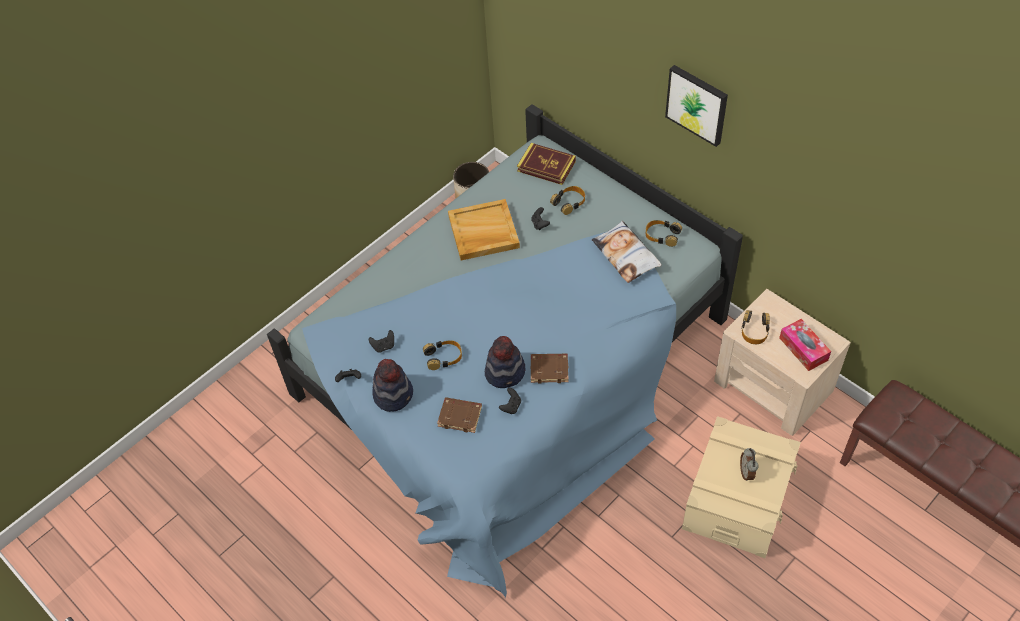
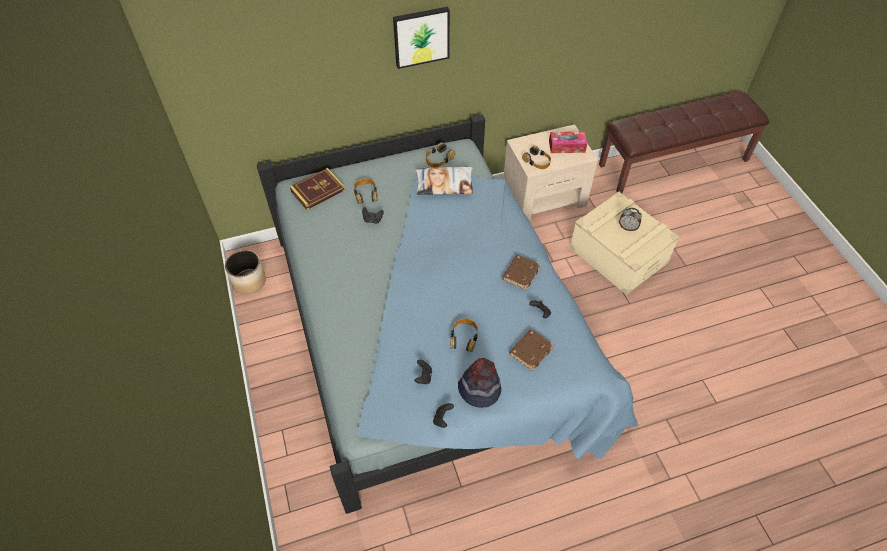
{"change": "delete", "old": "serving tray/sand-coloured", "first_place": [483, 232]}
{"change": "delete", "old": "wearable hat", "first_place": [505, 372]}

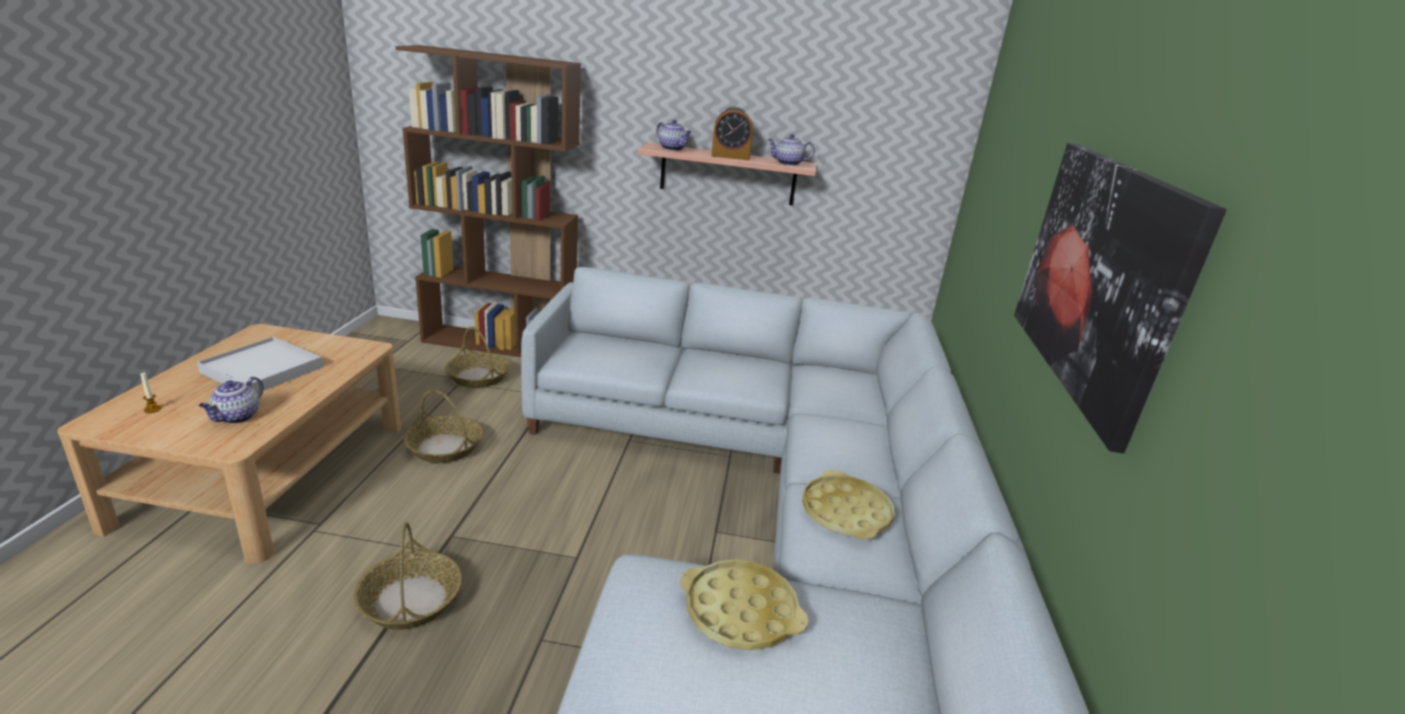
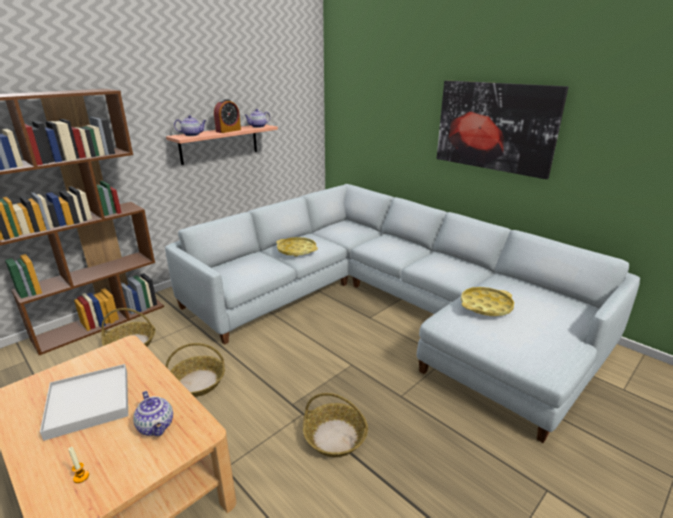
{"change": "move", "old": "serving tray/yellow-coloured", "first_place": [845, 513], "second_place": [296, 250]}

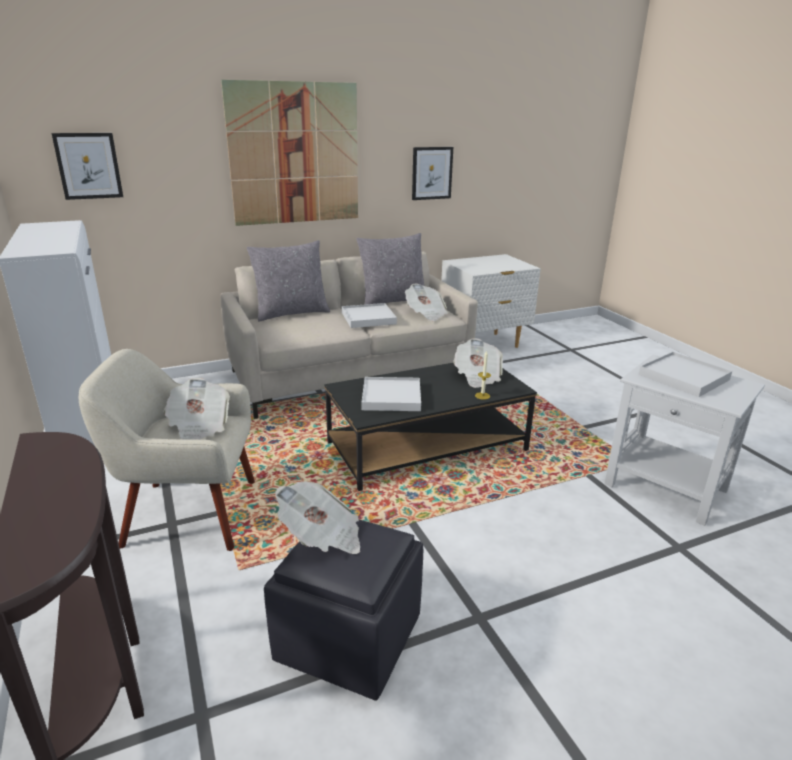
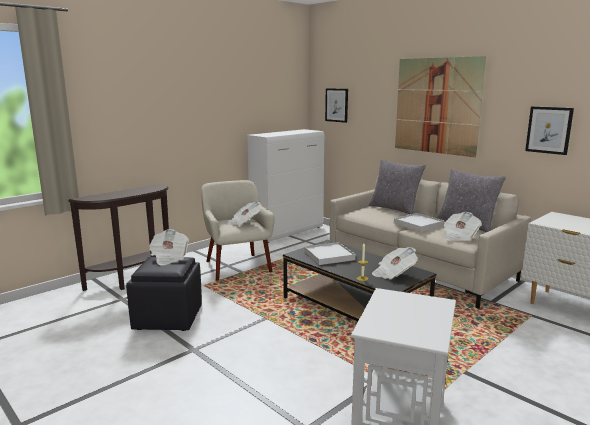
{"change": "delete", "old": "serving tray/white", "first_place": [684, 377]}

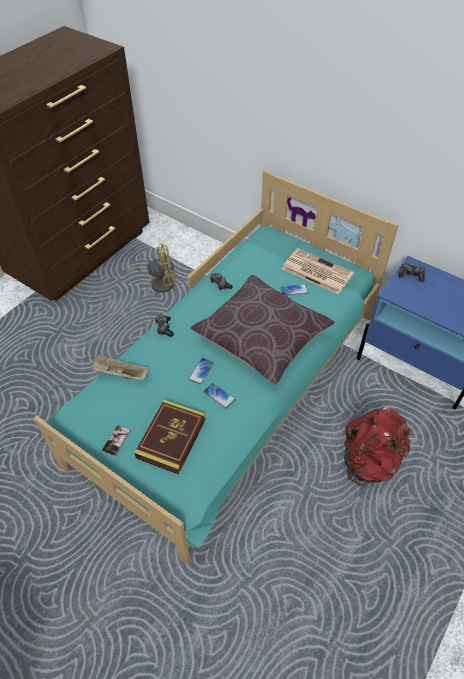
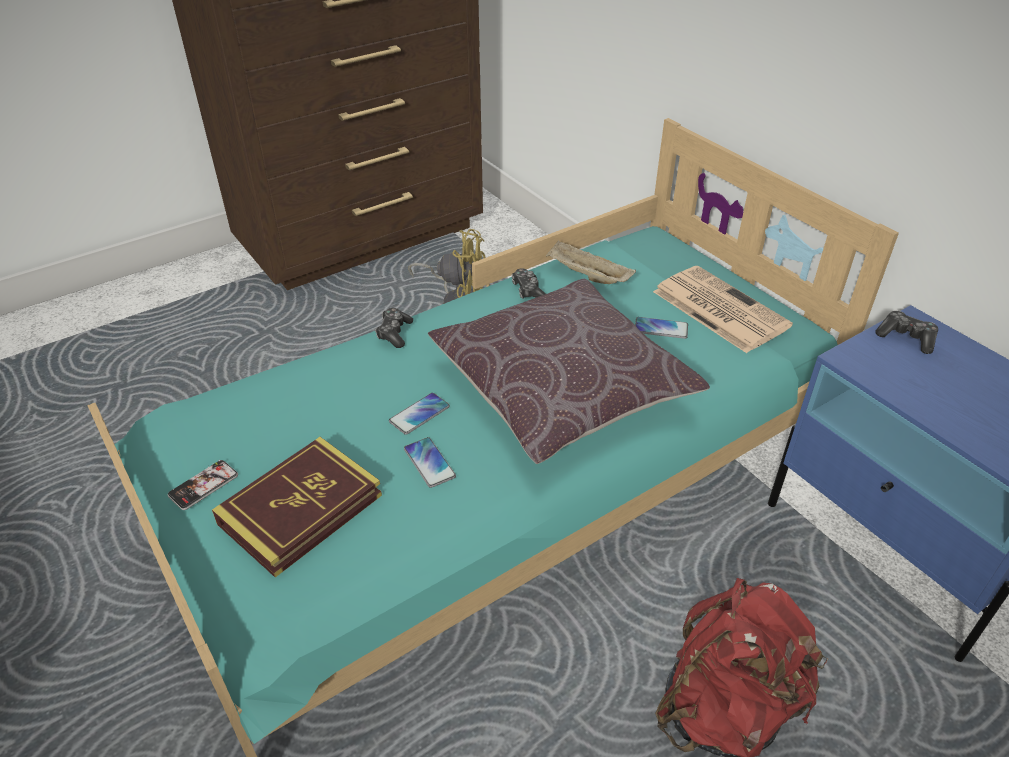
{"change": "move", "old": "serving tray/sand-coloured", "first_place": [120, 374], "second_place": [587, 276]}

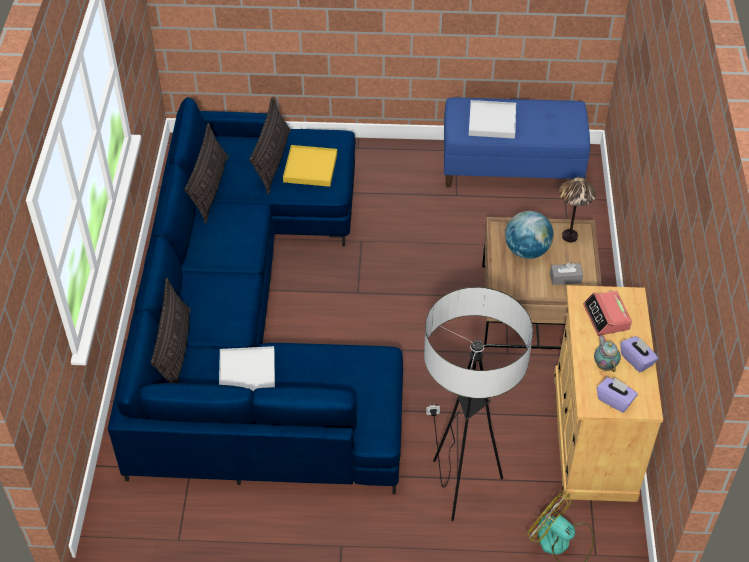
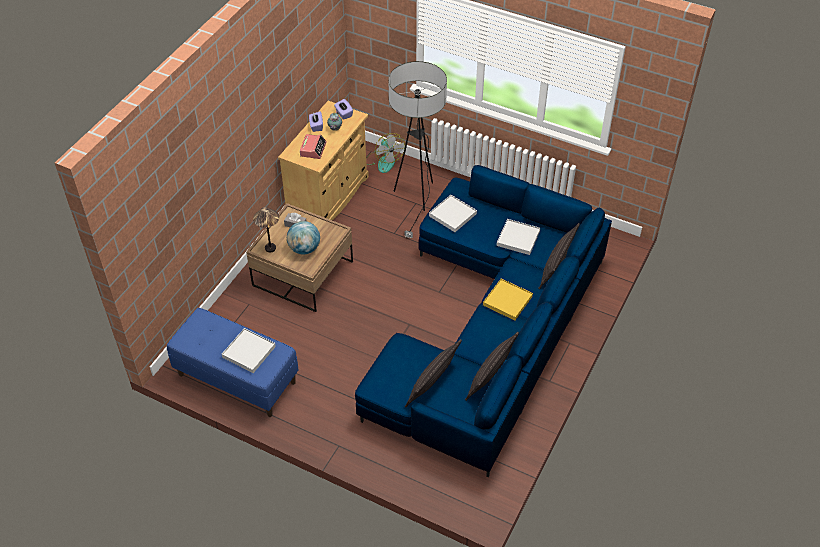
{"change": "insert", "new": "serving tray/white", "second_place": [452, 215]}
{"change": "move", "old": "serving tray/yellow-coloured", "first_place": [310, 168], "second_place": [507, 300]}

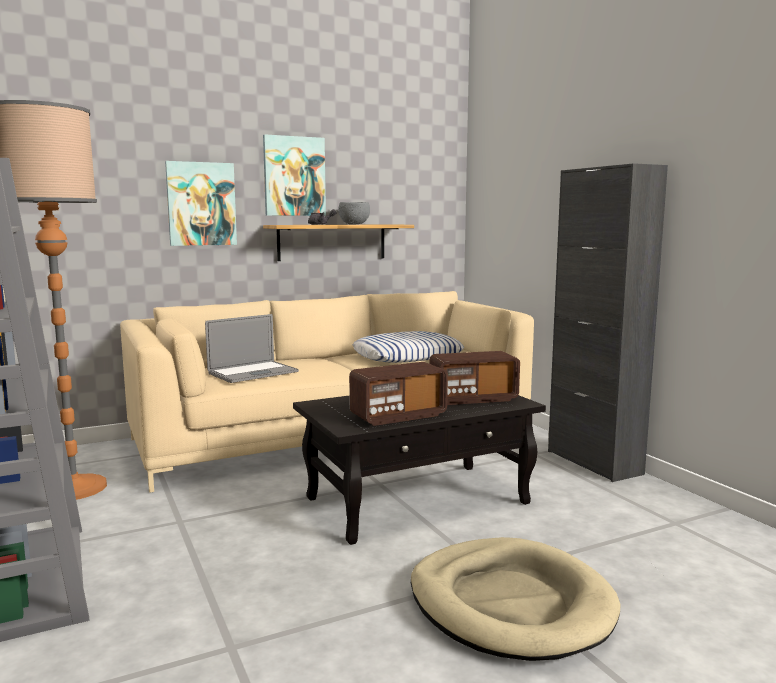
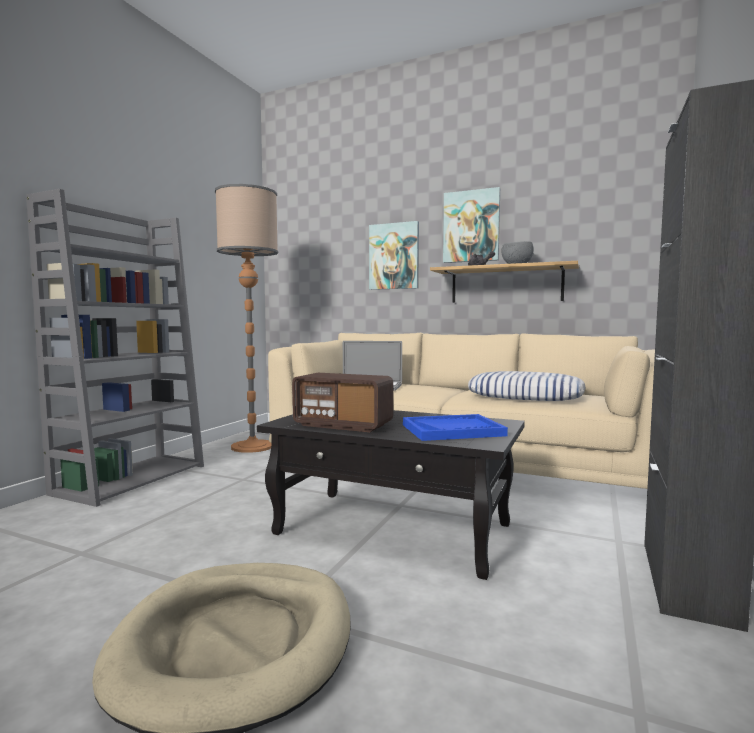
{"change": "replace", "old": "radio", "new": "serving tray/bluish", "first_place": [473, 399], "second_place": [452, 430]}

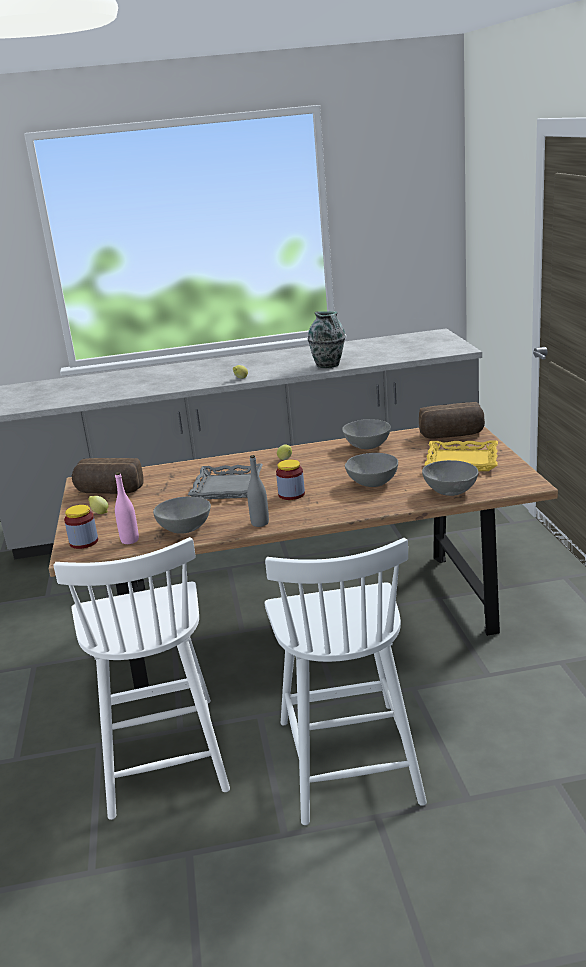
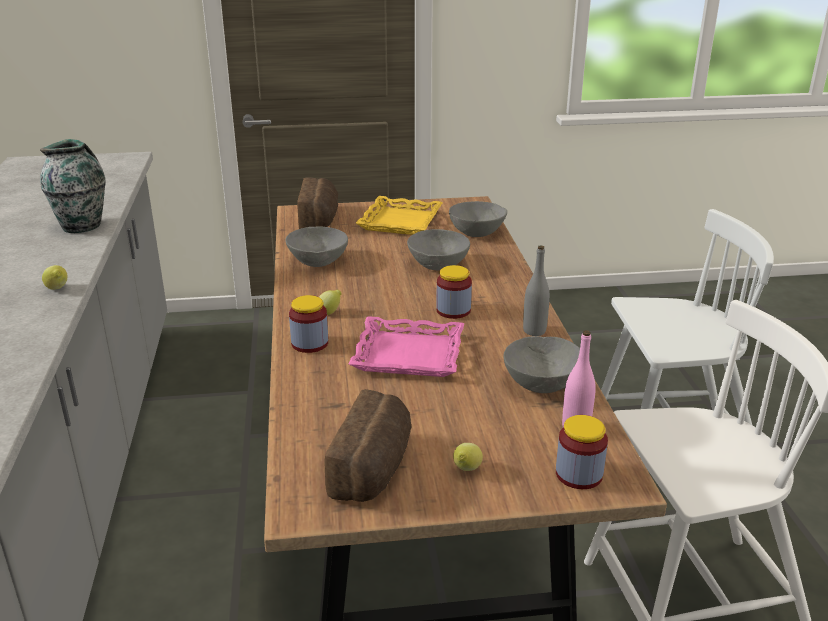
{"change": "insert", "new": "preserve jar", "second_place": [310, 343]}
{"change": "recolor", "old": "serving tray/greyish", "new": "serving tray/pink", "first_place": [226, 487], "second_place": [408, 355]}

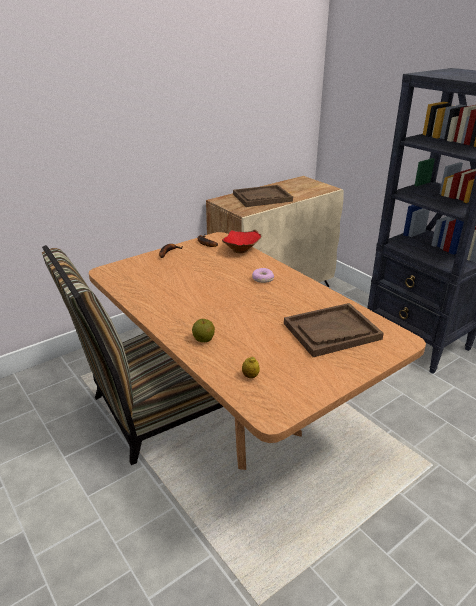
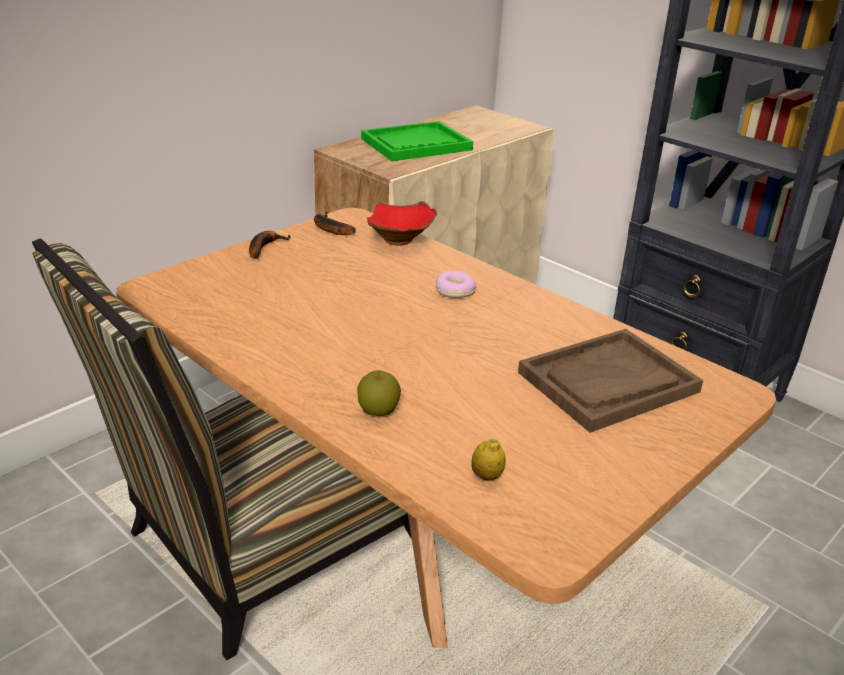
{"change": "recolor", "old": "serving tray/brownish", "new": "serving tray/greenish", "first_place": [262, 198], "second_place": [416, 144]}

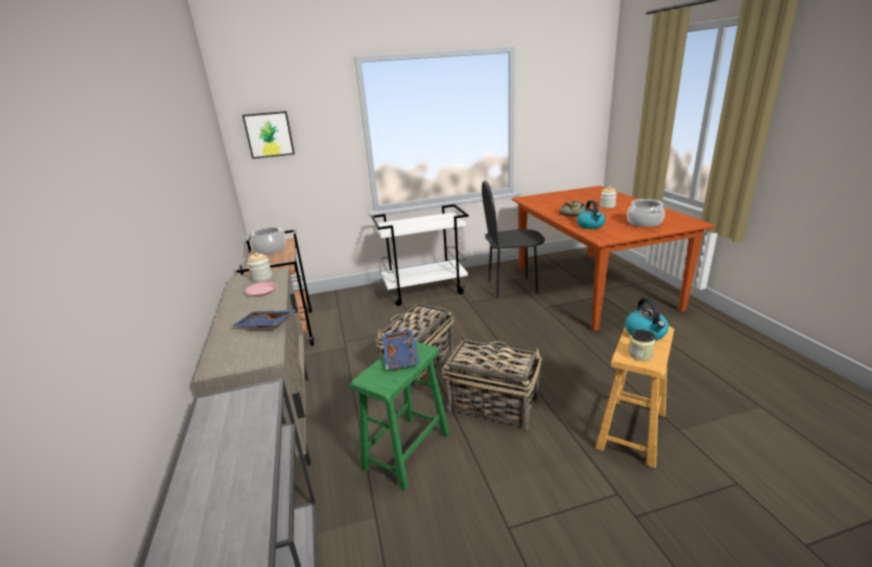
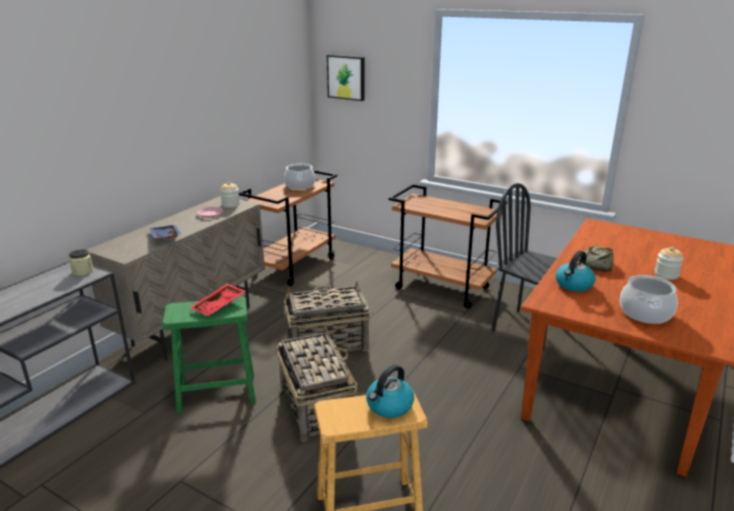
{"change": "move", "old": "preserve jar", "first_place": [640, 355], "second_place": [83, 271]}
{"change": "recolor", "old": "serving tray/bluish", "new": "serving tray/reddish", "first_place": [401, 355], "second_place": [219, 306]}
{"change": "recolor", "old": "cart/white", "new": "cart/brownish", "first_place": [425, 291], "second_place": [443, 288]}

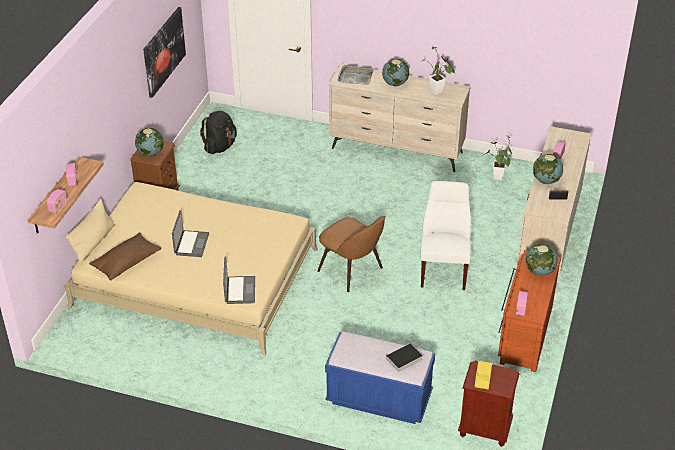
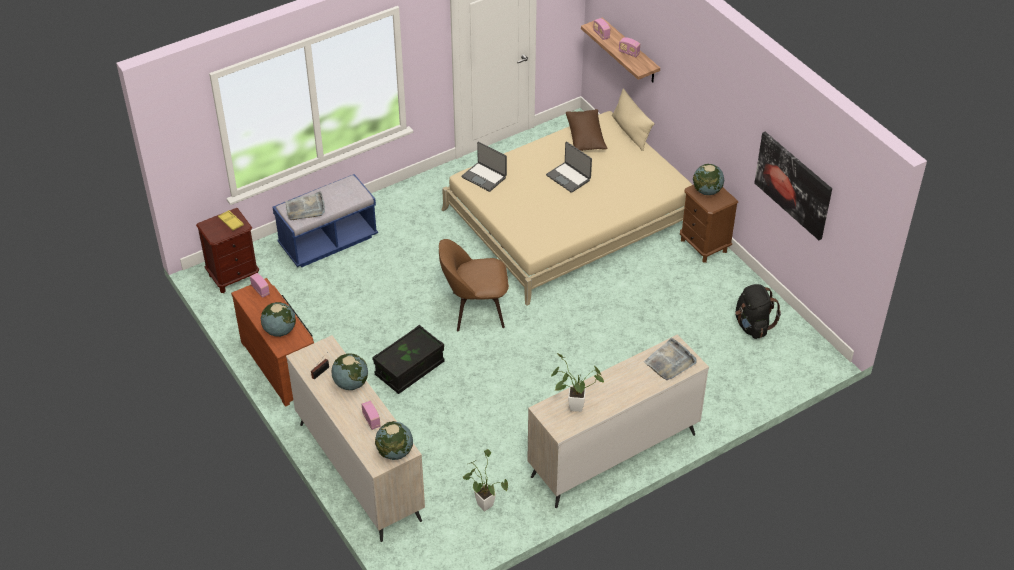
{"change": "replace", "old": "volume", "new": "serving tray/greyish", "first_place": [403, 360], "second_place": [305, 208]}
{"change": "replace", "old": "upright chair/white", "new": "storage bin/blackish", "first_place": [443, 269], "second_place": [409, 369]}
{"change": "move", "old": "desk globe", "first_place": [395, 83], "second_place": [395, 452]}

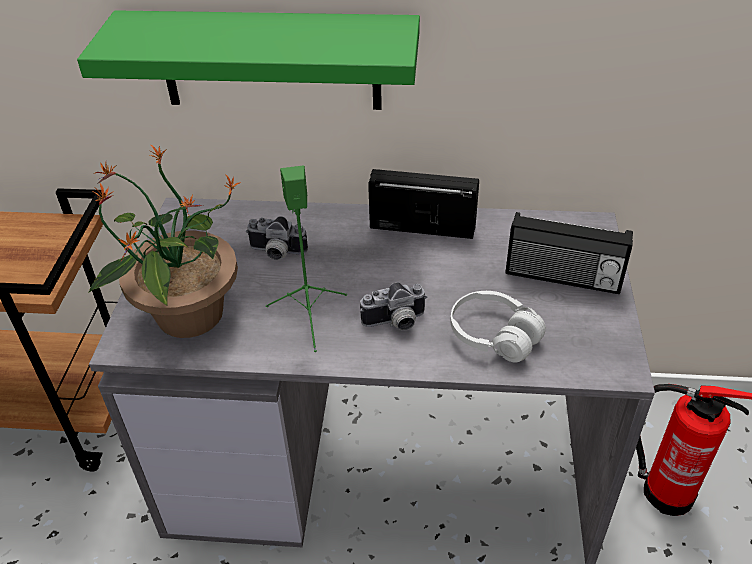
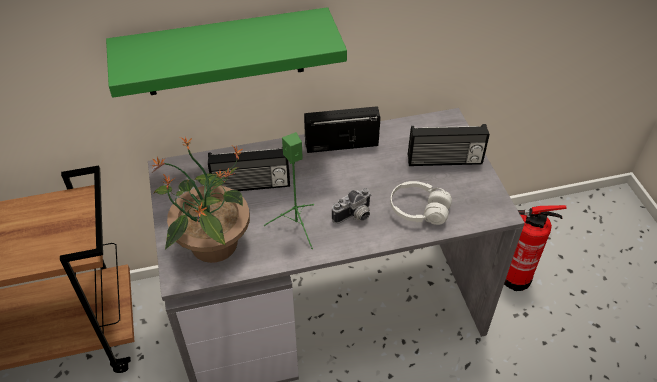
{"change": "replace", "old": "still camera", "new": "radio", "first_place": [276, 253], "second_place": [251, 185]}

